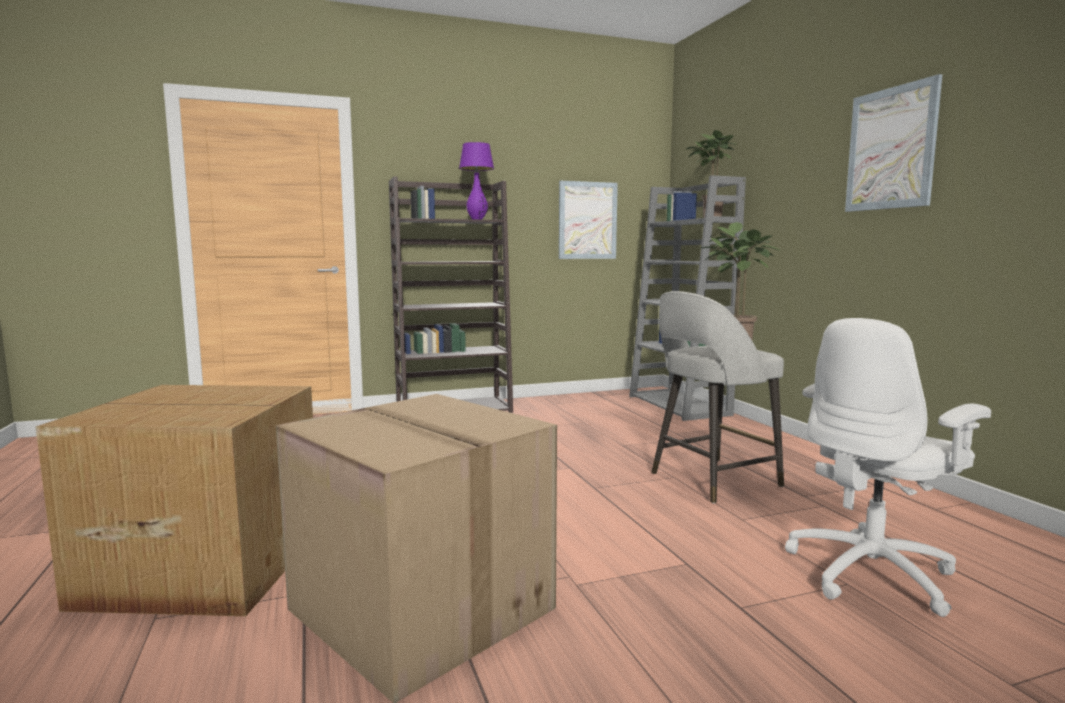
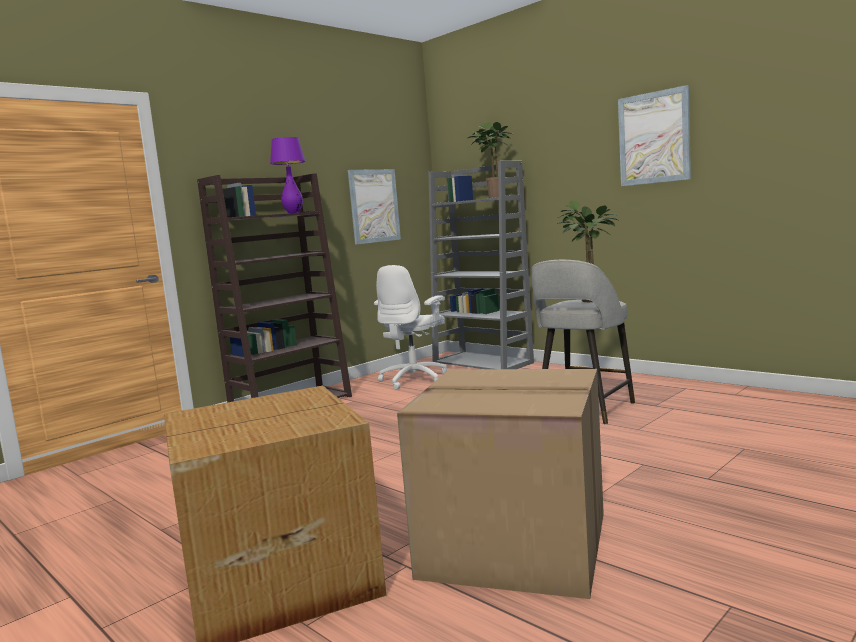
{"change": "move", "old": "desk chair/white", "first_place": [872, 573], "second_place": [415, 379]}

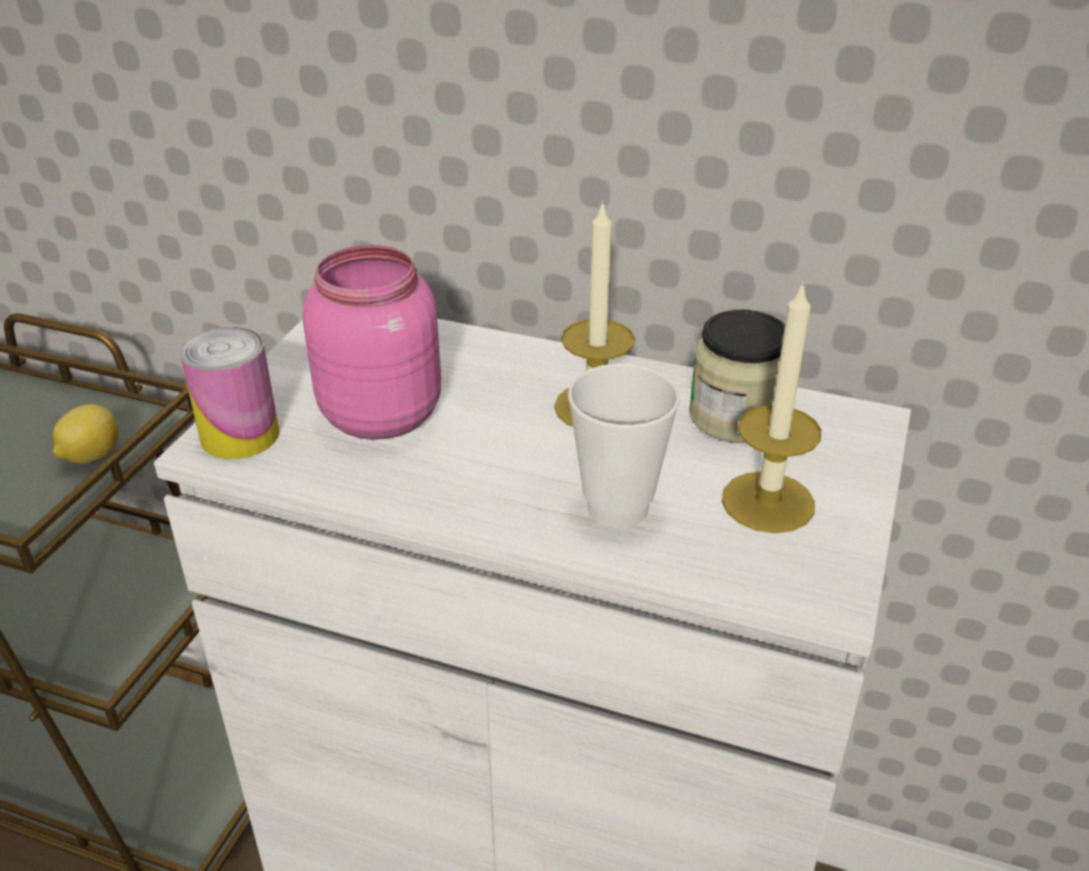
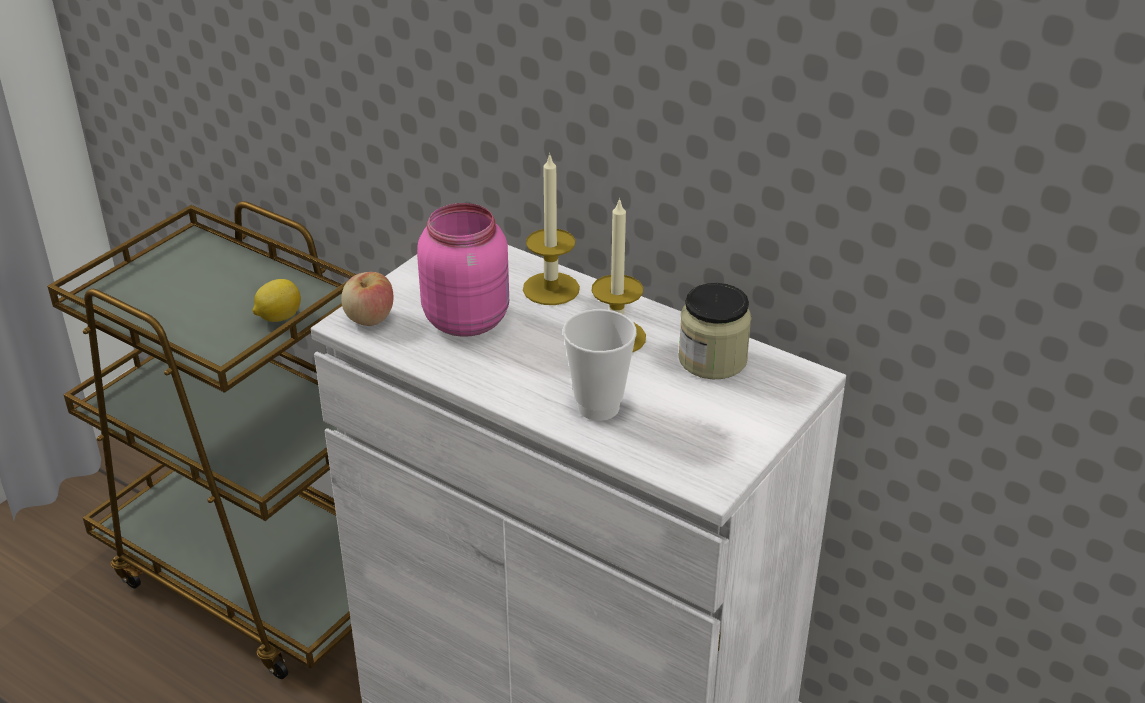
{"change": "replace", "old": "sealed can", "new": "apple fruit", "first_place": [240, 435], "second_place": [369, 319]}
{"change": "move", "old": "wax light", "first_place": [768, 502], "second_place": [551, 289]}

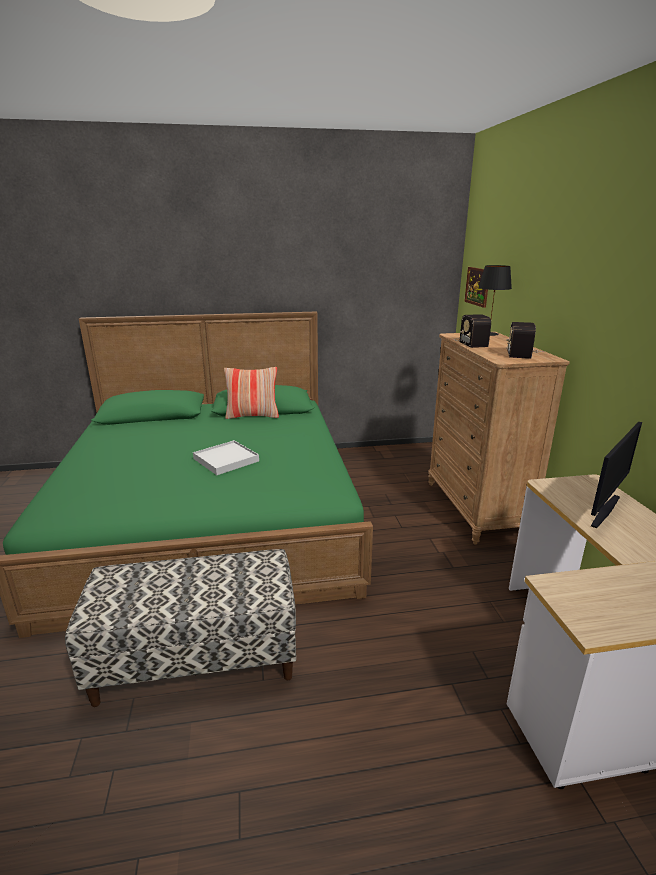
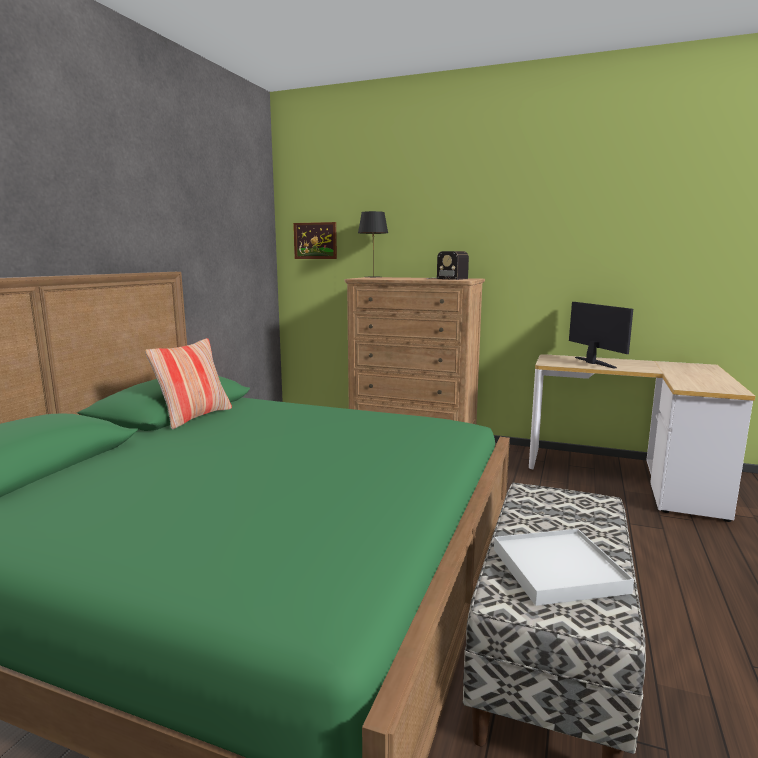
{"change": "move", "old": "serving tray/white", "first_place": [226, 460], "second_place": [558, 570]}
{"change": "delete", "old": "radio", "first_place": [471, 342]}

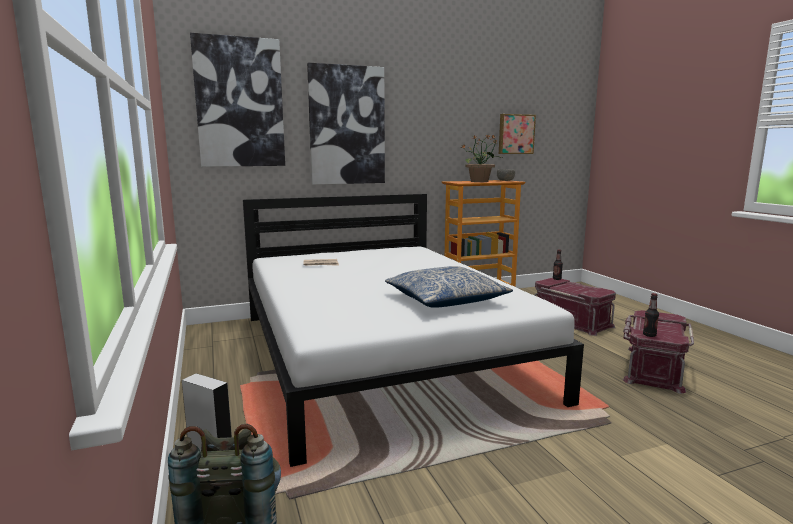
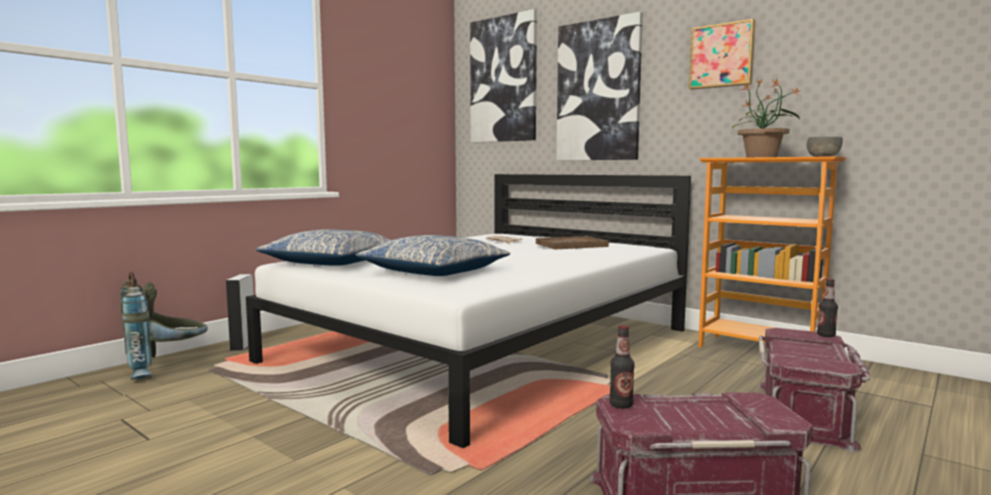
{"change": "insert", "new": "throw pillow", "second_place": [331, 262]}
{"change": "insert", "new": "serving tray/brownish", "second_place": [571, 245]}
{"change": "move", "old": "wall picture", "first_place": [515, 134], "second_place": [722, 56]}

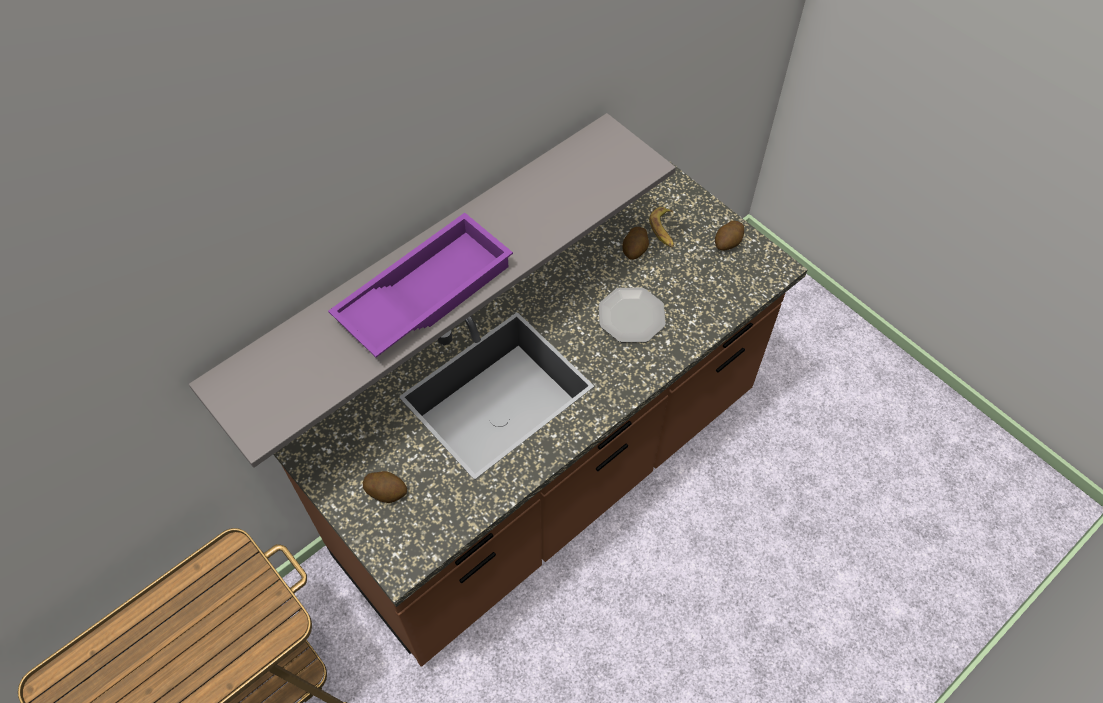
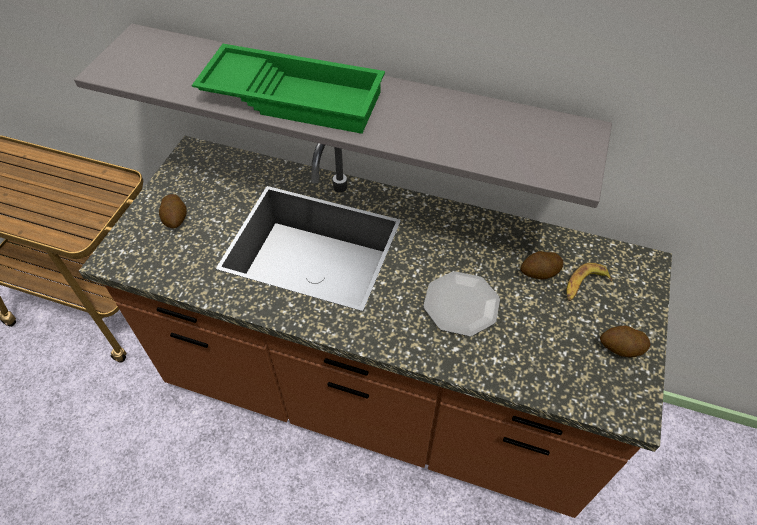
{"change": "recolor", "old": "serving tray/purple", "new": "serving tray/greenish", "first_place": [424, 292], "second_place": [294, 96]}

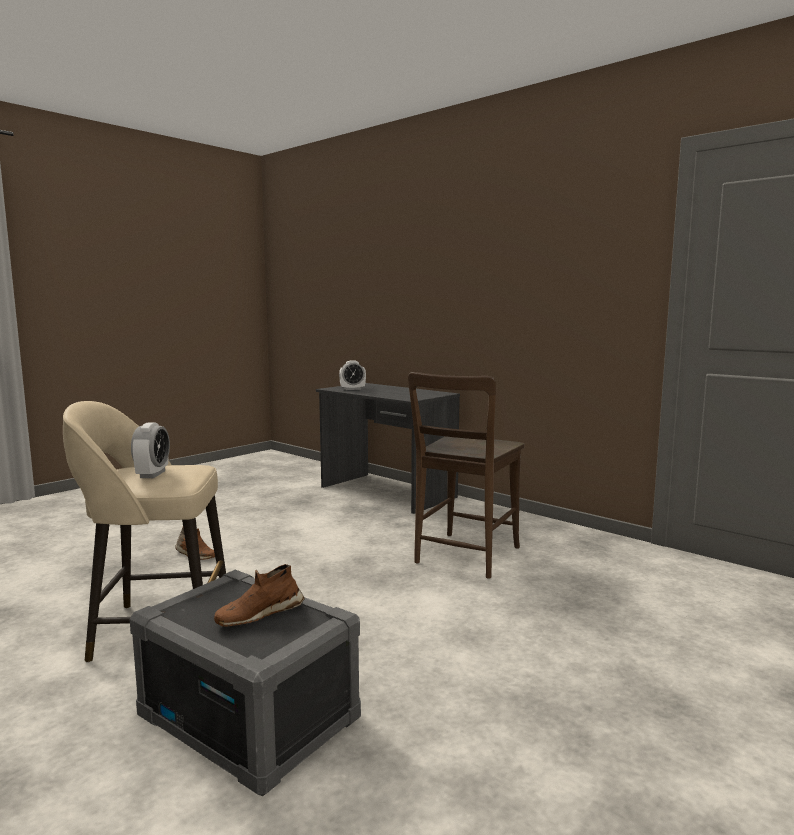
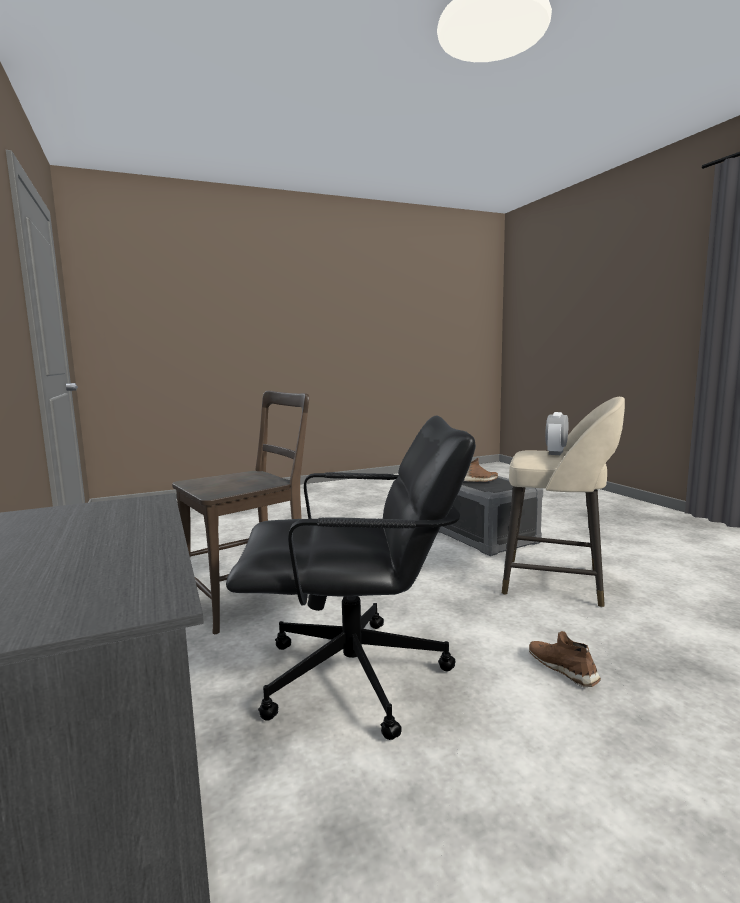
{"change": "insert", "new": "desk chair/blackish", "second_place": [356, 677]}
{"change": "delete", "old": "alarm clock", "first_place": [352, 389]}

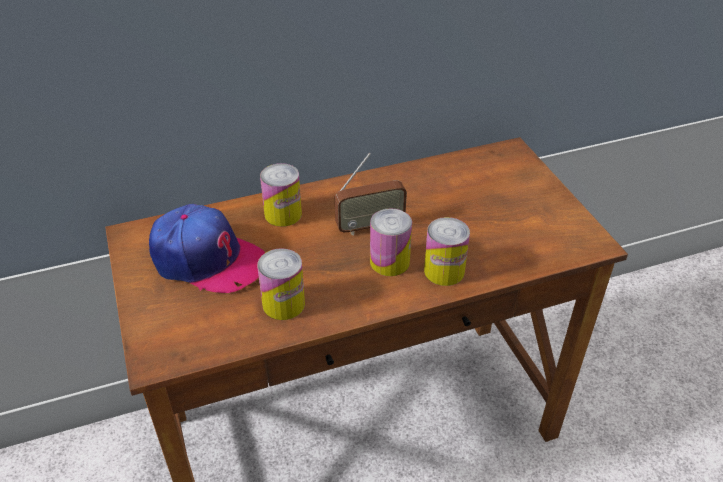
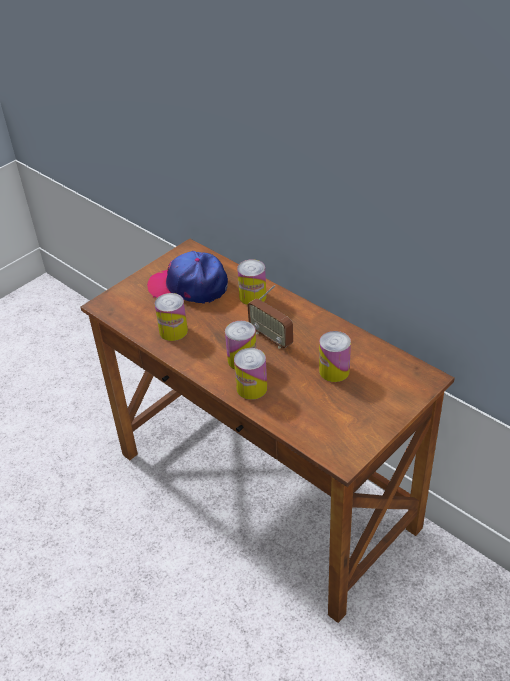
{"change": "rotate", "old": "cap", "first_place": [207, 259], "second_place": [189, 286], "degrees": 105}
{"change": "insert", "new": "sealed can", "second_place": [334, 371]}

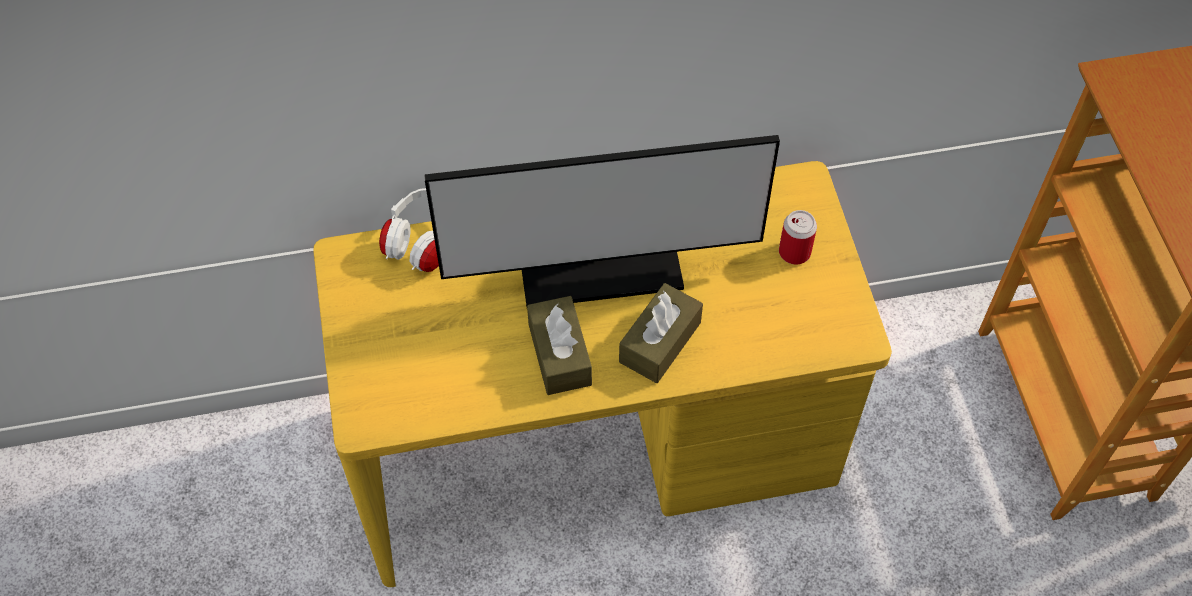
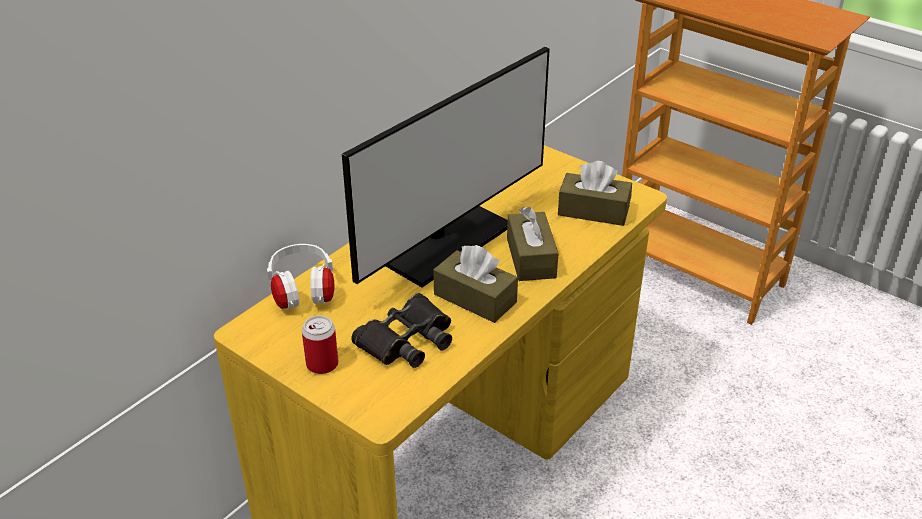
{"change": "move", "old": "sealed can", "first_place": [794, 252], "second_place": [322, 364]}
{"change": "insert", "new": "pair of binoculars/blackish", "second_place": [407, 340]}
{"change": "insert", "new": "tissue holder/brownish", "second_place": [593, 211]}

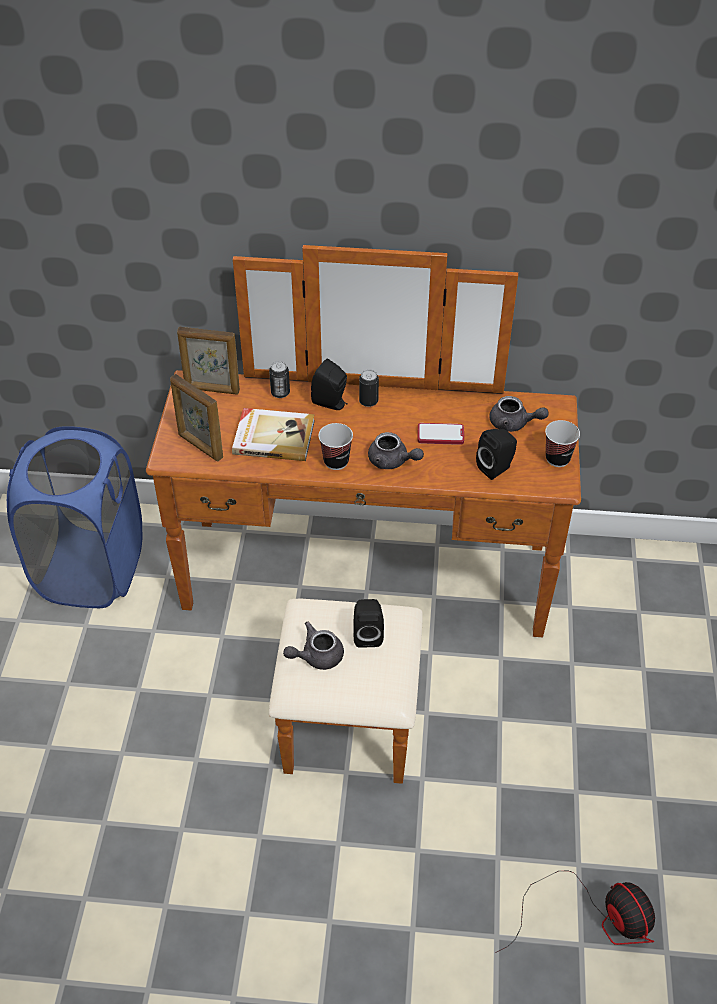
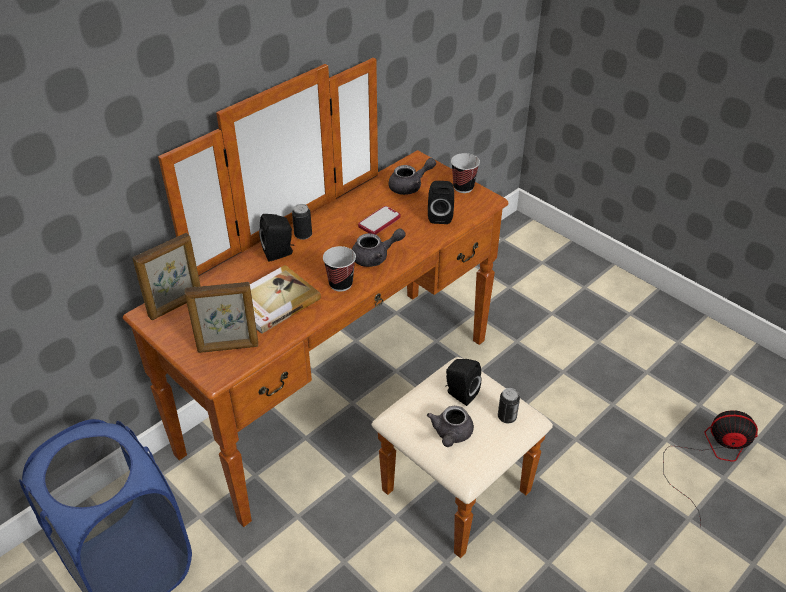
{"change": "move", "old": "sealed can", "first_place": [280, 393], "second_place": [507, 417]}

